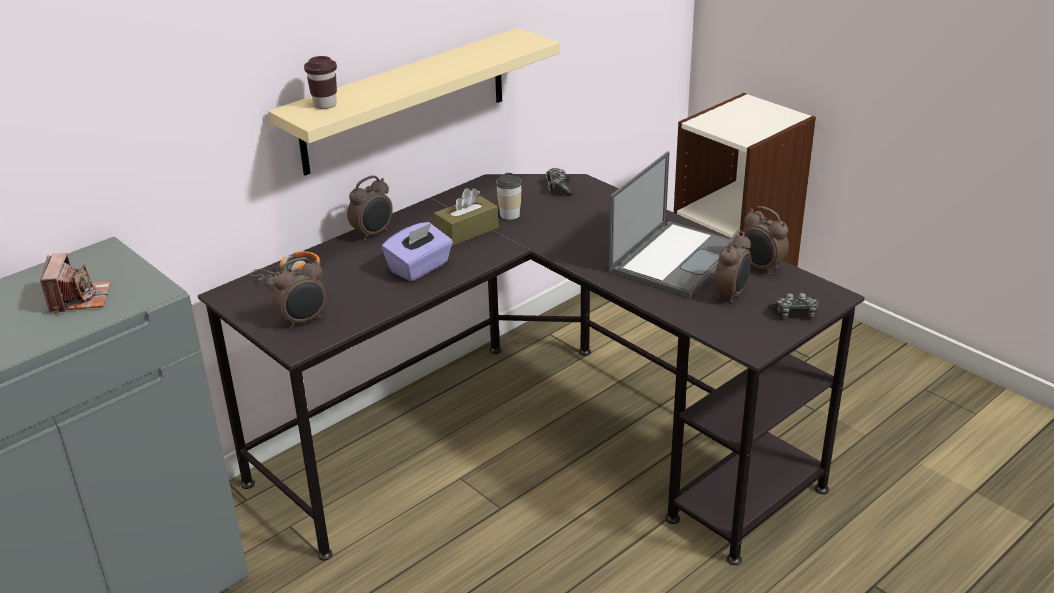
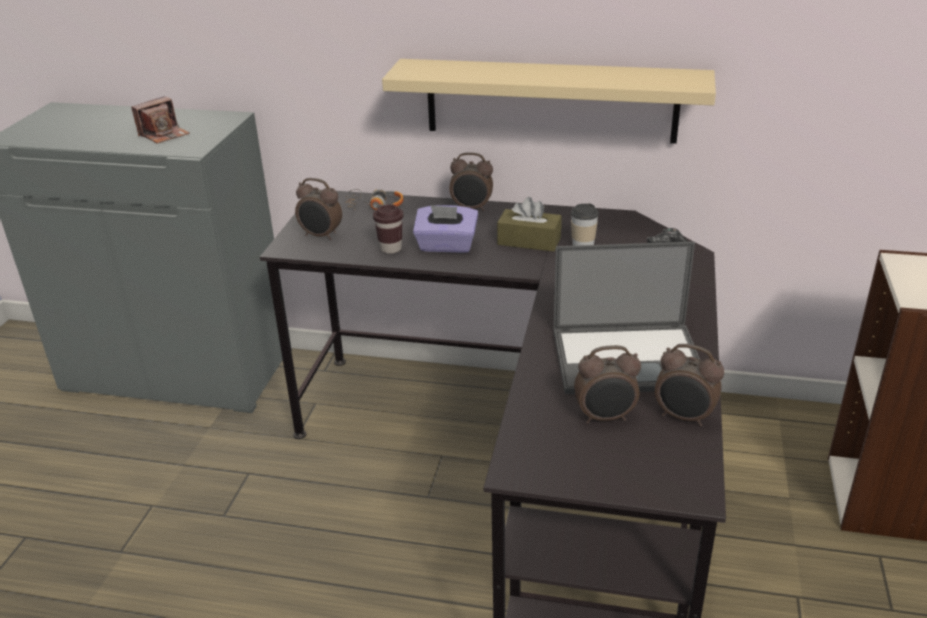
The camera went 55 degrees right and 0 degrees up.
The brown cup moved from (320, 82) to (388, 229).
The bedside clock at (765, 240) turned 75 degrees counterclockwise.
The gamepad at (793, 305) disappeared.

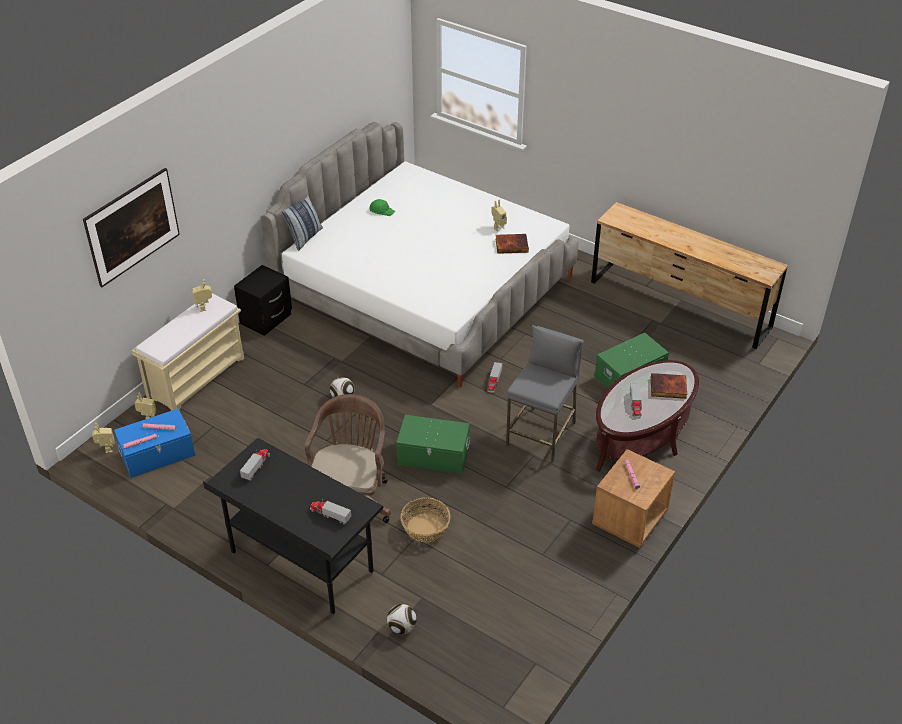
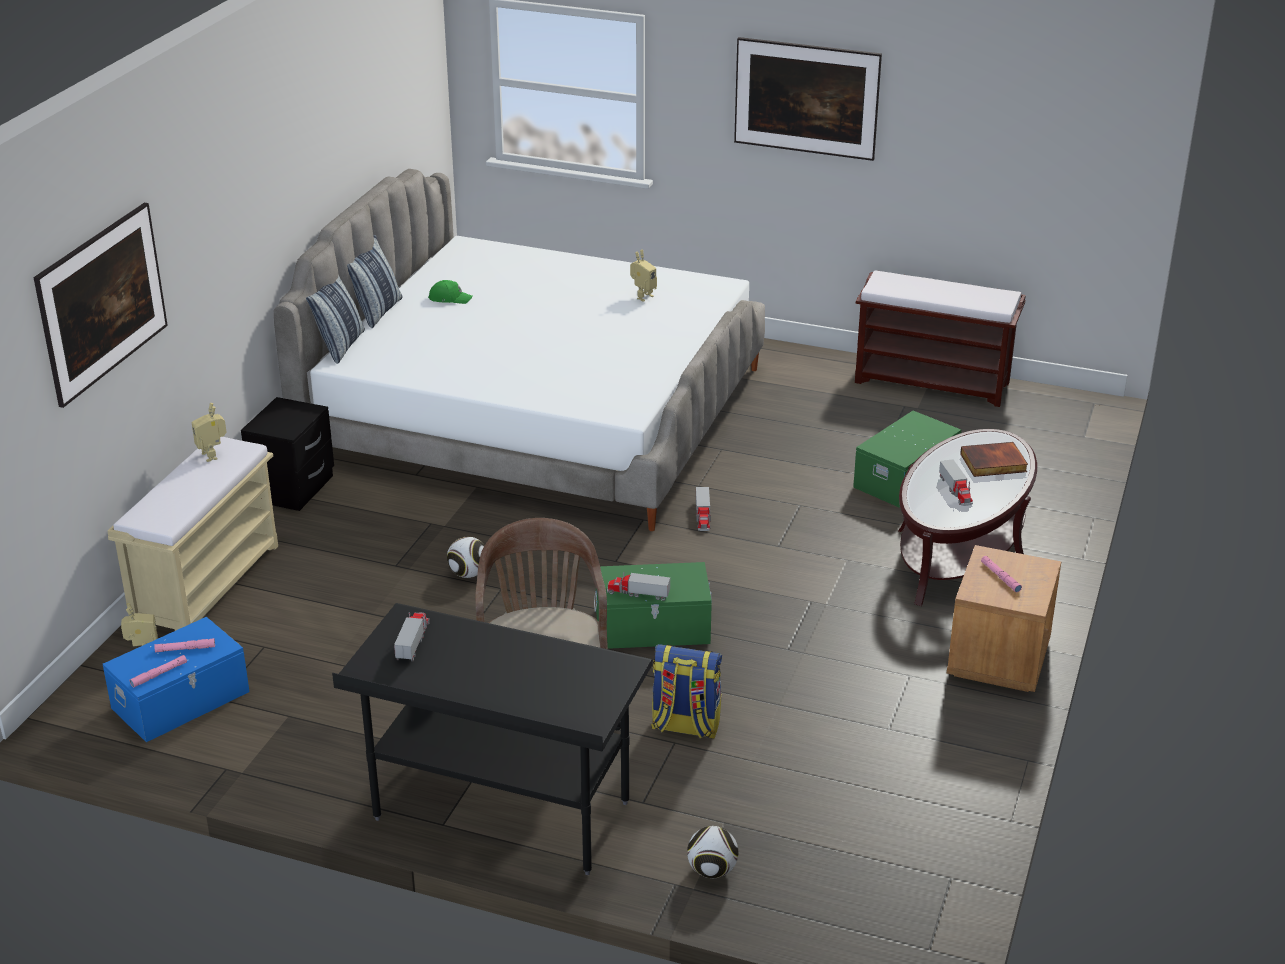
The camera went 15 degrees left and 10 degrees down.
The cushion at (375, 281) appeared.
The model truck moved from (330, 512) to (638, 586).
The household basket at (425, 520) was replaced by the knapsack at (686, 691).
The wall picture at (808, 99) appeared.
The brown chest of drawers at (689, 275) was replaced by the brown indoor bench at (940, 338).
The model robot at (103, 438) disappeared.
The volume at (512, 244) disappeared.
The gray sitting stool at (545, 394) disappeared.

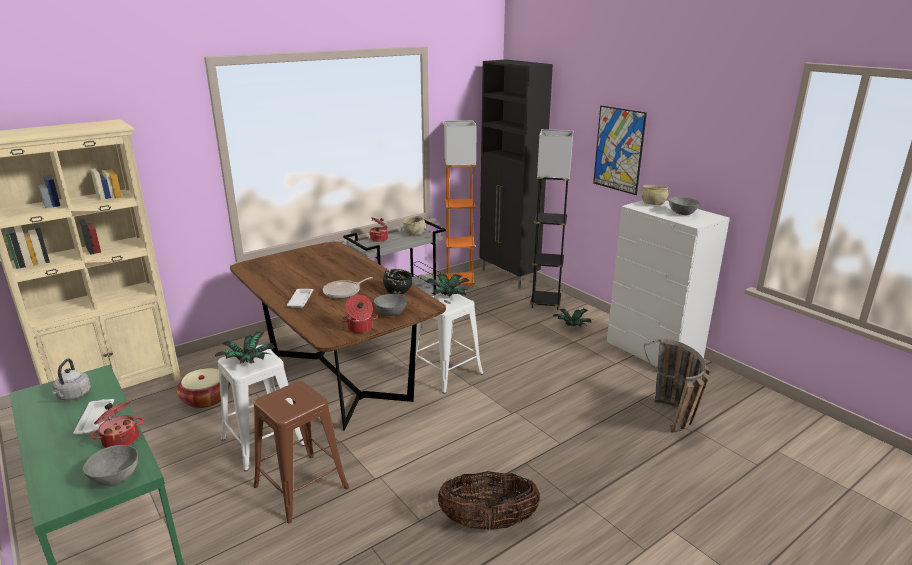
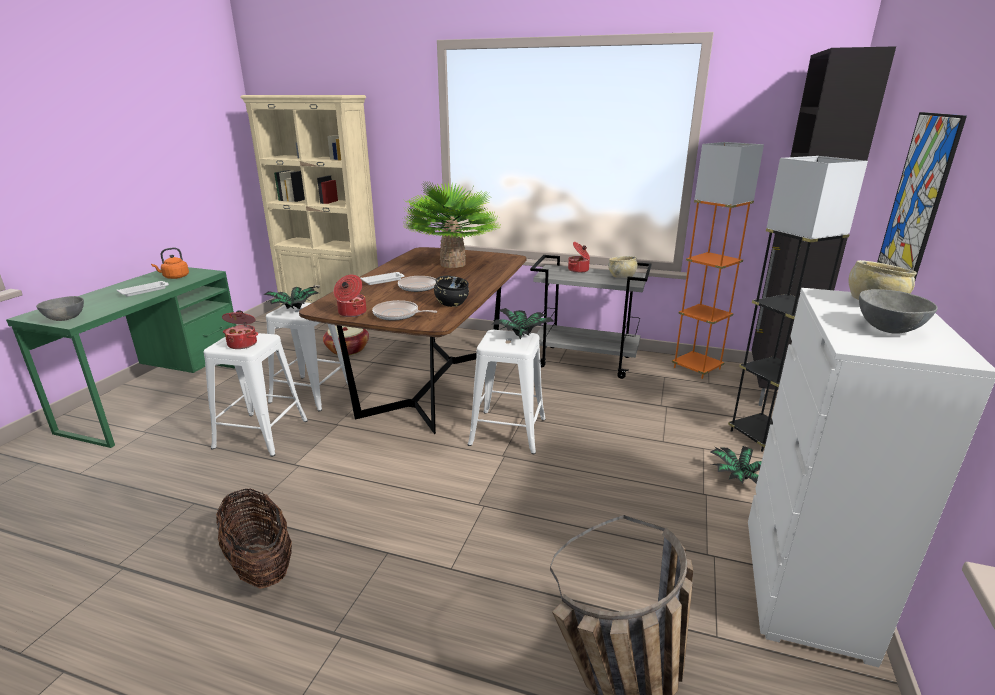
The camera went 55 degrees right and 0 degrees up.
The gray kettle at (72, 380) became the orange kettle at (170, 263).
The brown sitting stool at (301, 452) became the white-coloured sitting stool at (255, 395).
The stockpot moved from (117, 424) to (240, 329).
The gray serving bowl at (390, 305) was replaced by the frying pan at (404, 310).
The plant in a pot at (452, 225) appeared.

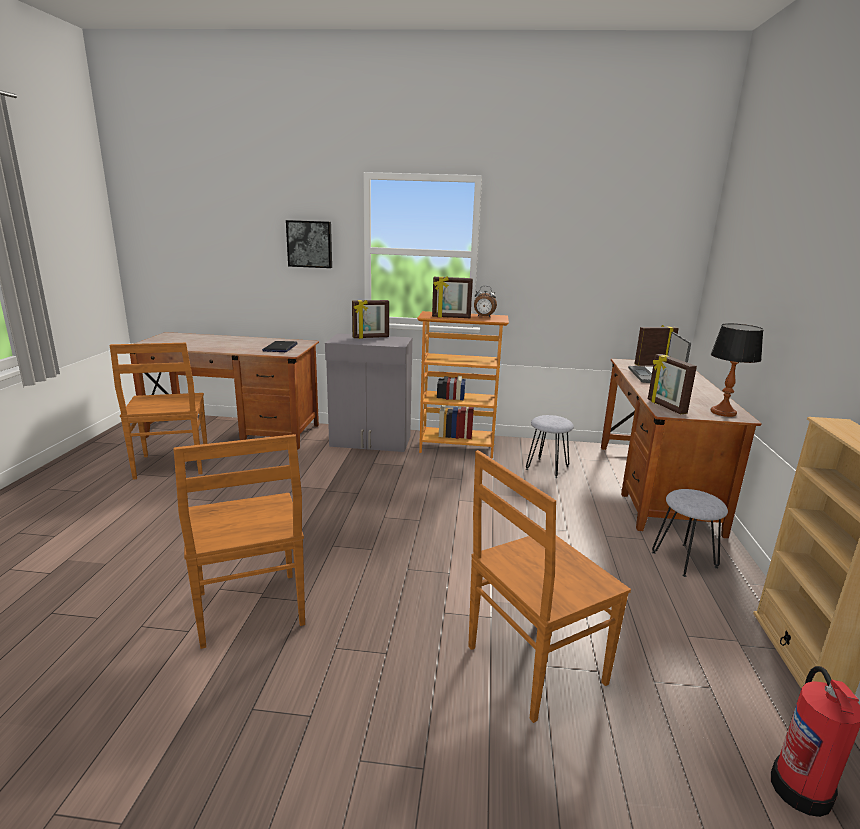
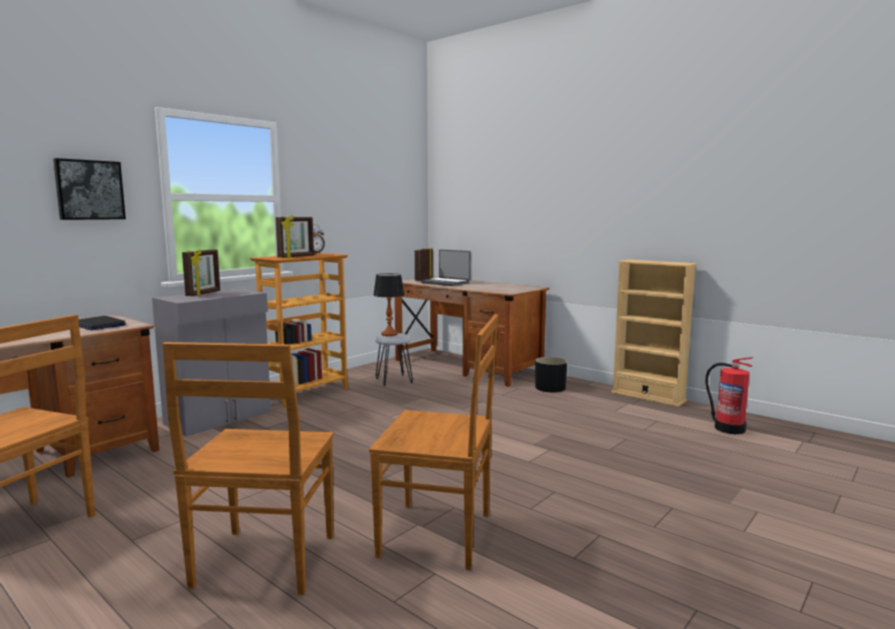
The camera went 55 degrees left and 10 degrees down.
The brown chair moved from (549, 586) to (248, 468).
The lamp for a table moved from (737, 370) to (389, 304).
The gray sitting stool at (690, 533) was replaced by the blackish flower pot at (551, 374).
The standing frame at (672, 384) disappeared.

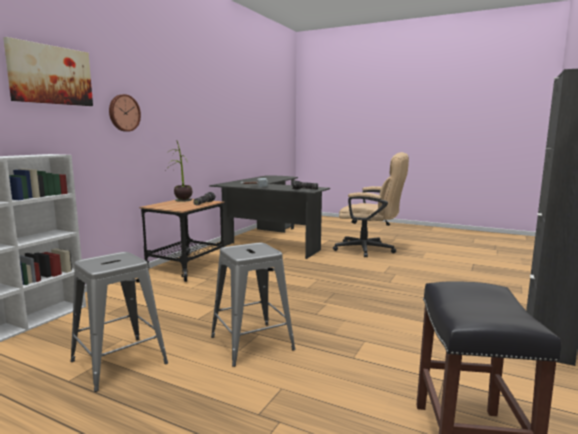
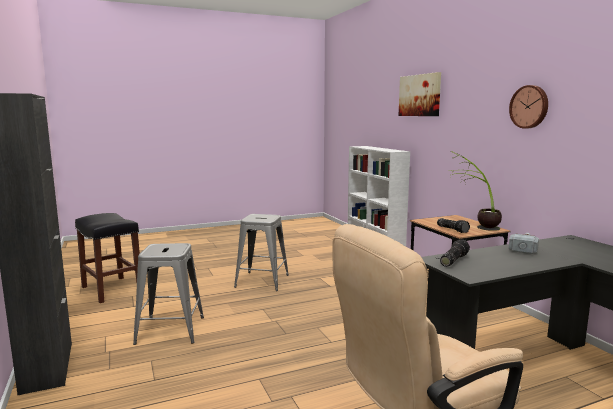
The camera went 130 degrees right and 0 degrees up.
The gray sitting stool moved from (119, 322) to (168, 294).
The clock on the wall moved from (125, 113) to (528, 107).

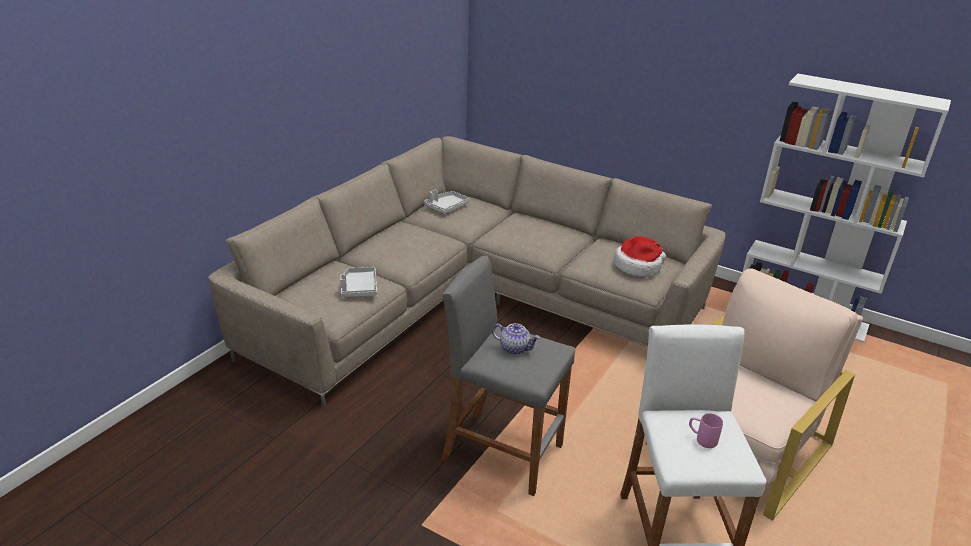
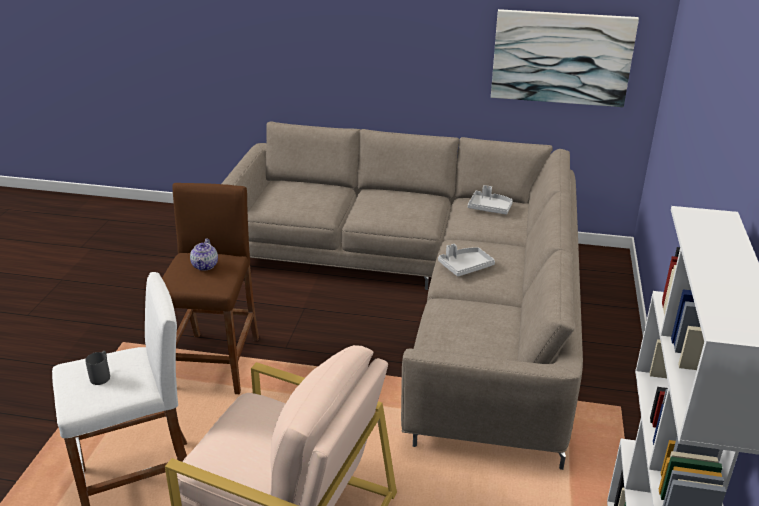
The camera went 70 degrees right and 0 degrees up.
The pinkish coffee mug at (706, 430) became the gray coffee mug at (97, 368).
The gray sitting stool at (508, 376) became the brown sitting stool at (210, 288).
The gray carrying tray moved from (358, 282) to (466, 260).
The wall picture at (565, 58) appeared.
The hat at (639, 256) disappeared.

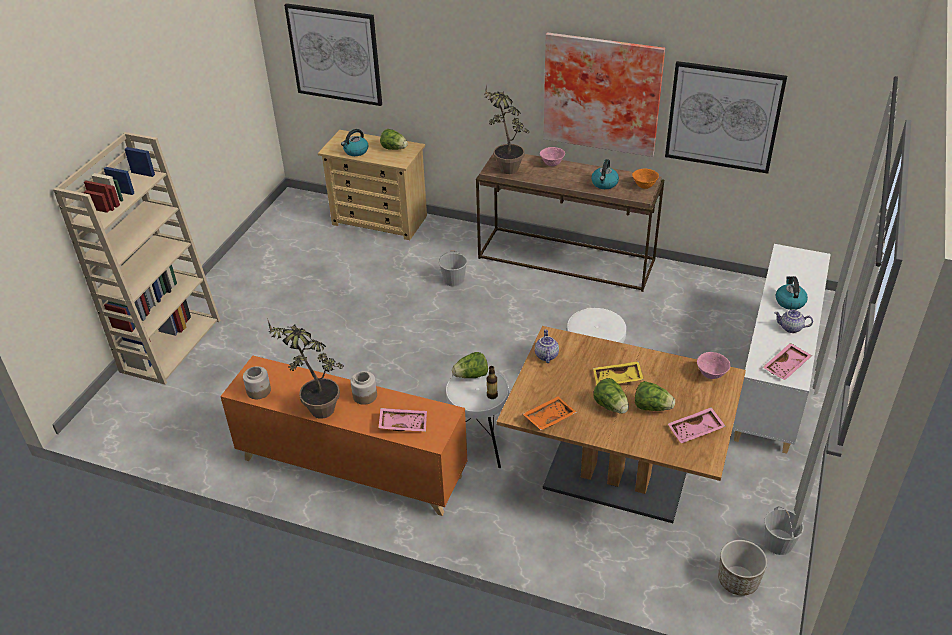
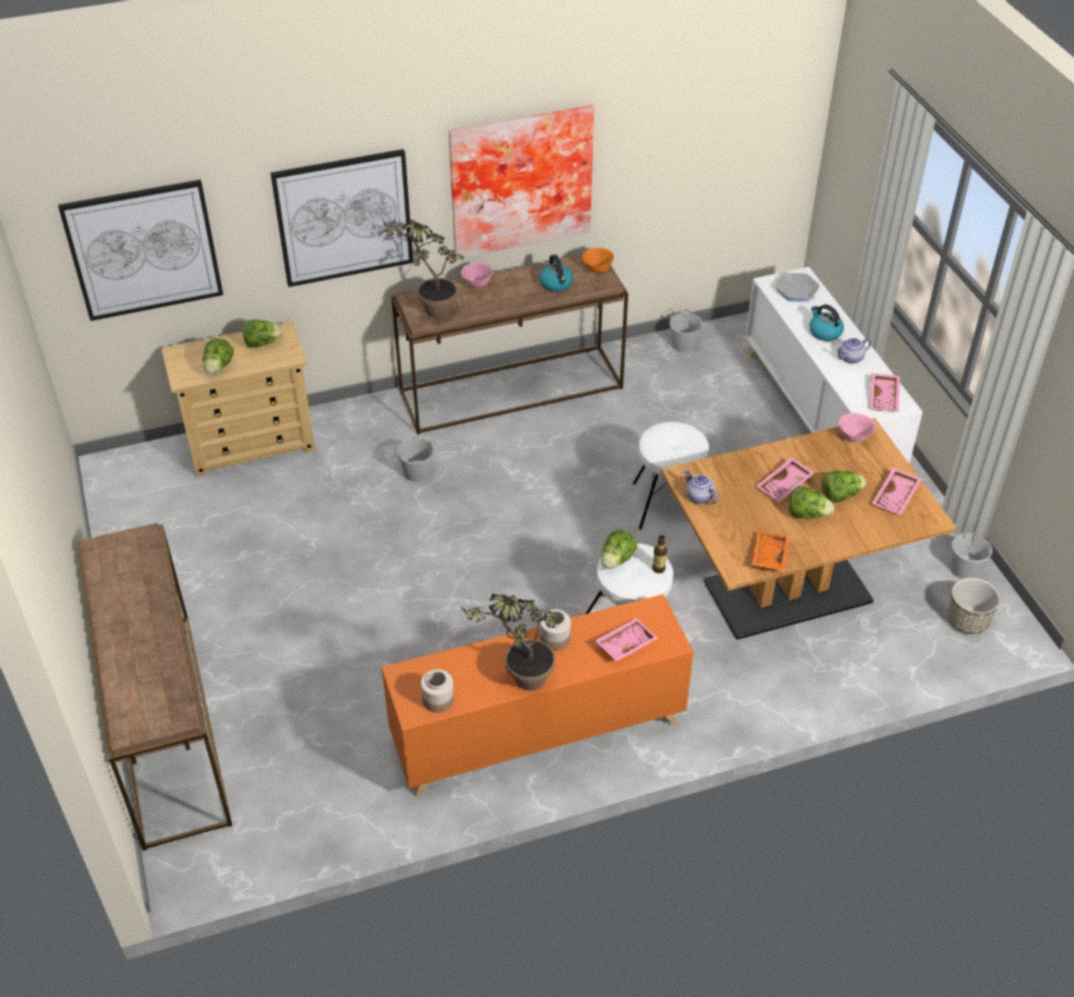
The camera went 40 degrees left and 5 degrees up.
The beige bookshelf at (137, 258) was replaced by the brown console table at (154, 687).
The kettle at (354, 142) was replaced by the lettuce at (218, 356).
The wall picture moved from (726, 117) to (342, 218).
The white-coloured pail at (686, 331) appeared.
The yellow-coloured carrying tray at (618, 373) became the pinkish carrying tray at (785, 479).
The frying pan at (797, 287) appeared.

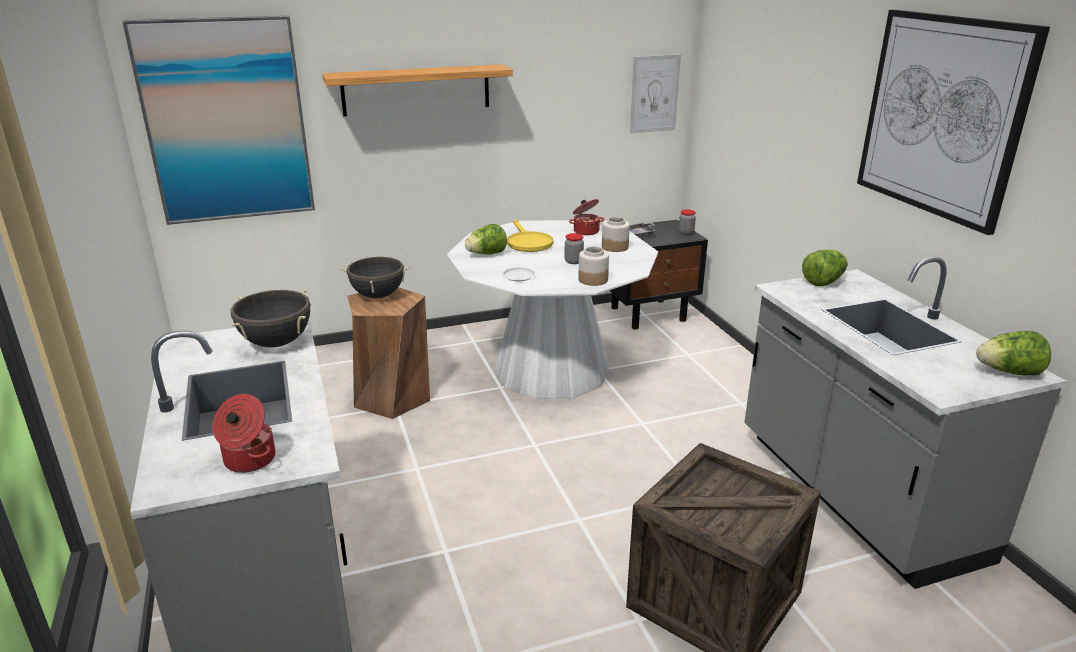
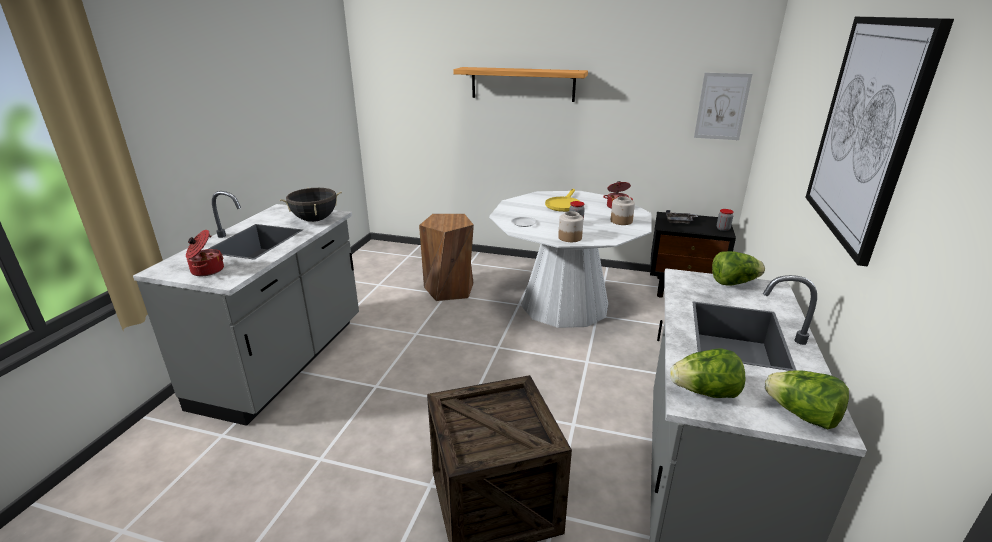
The camera went 35 degrees right and 0 degrees up.
The lettuce moved from (486, 239) to (708, 373).
The wall picture at (218, 120) disappeared.
The blackish stockpot at (375, 276) disappeared.

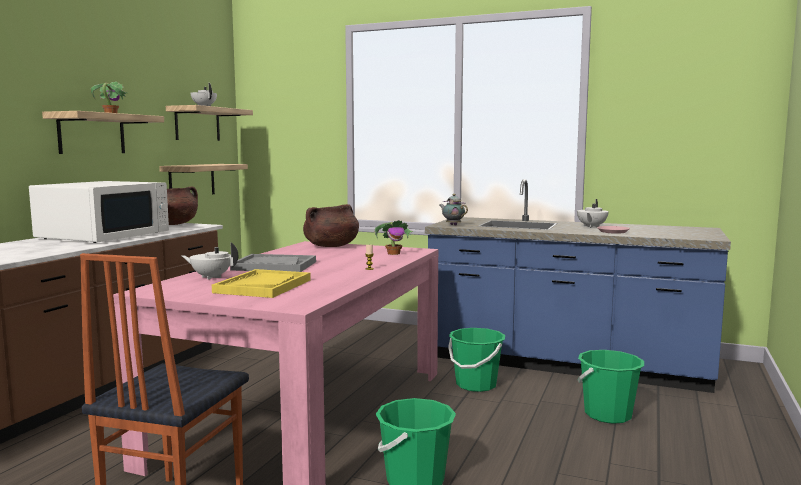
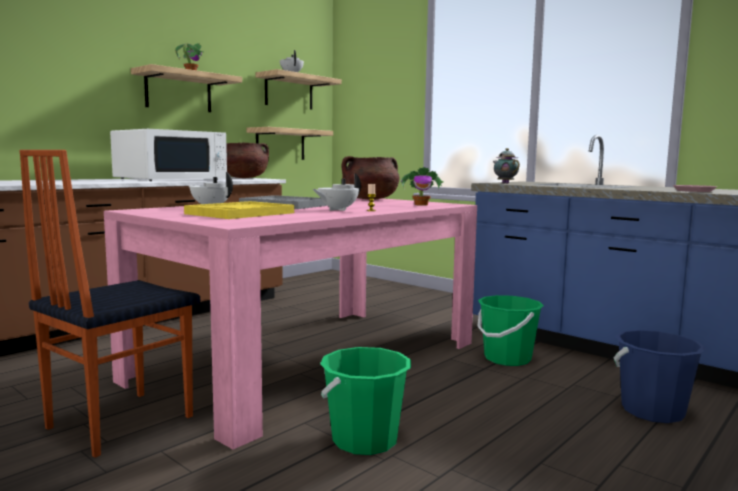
The camera went 20 degrees right and 0 degrees up.
The white-coloured teapot moved from (593, 213) to (337, 192).
The greenish pail at (611, 387) became the blue pail at (660, 376).

